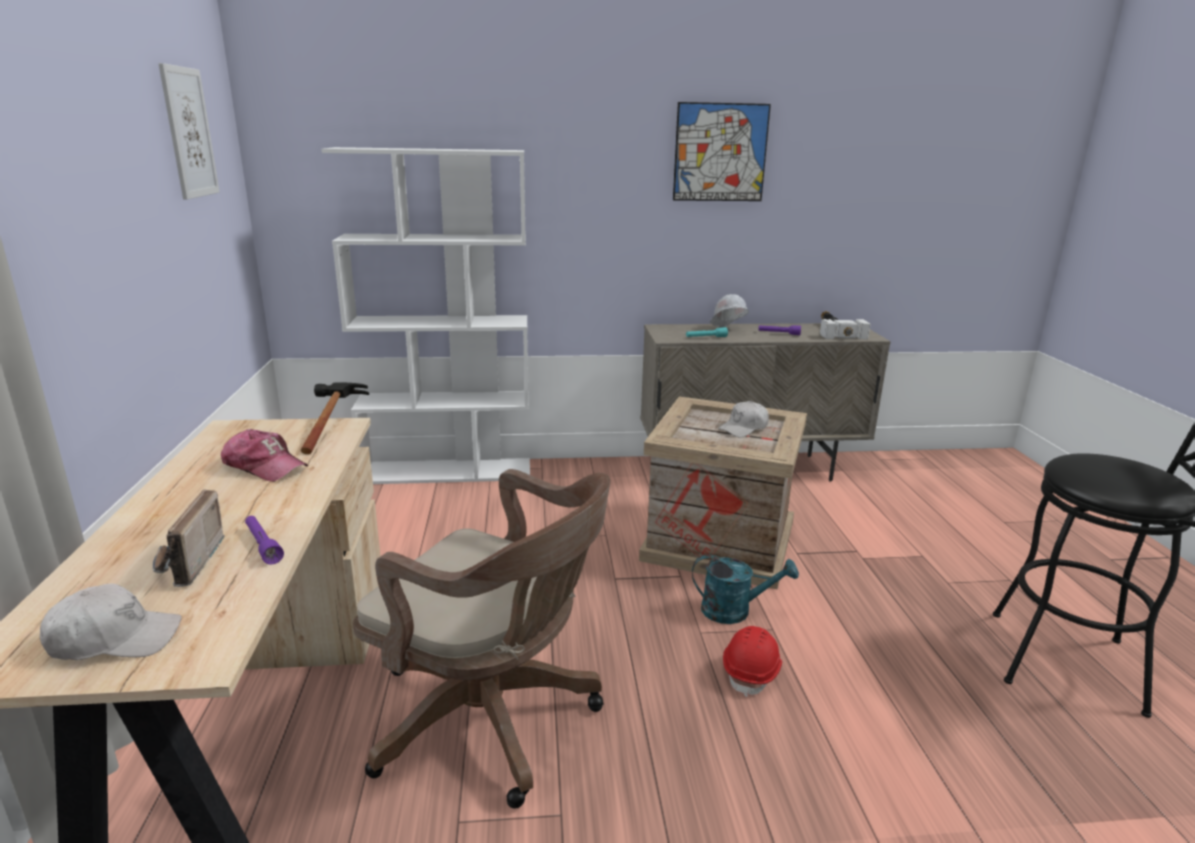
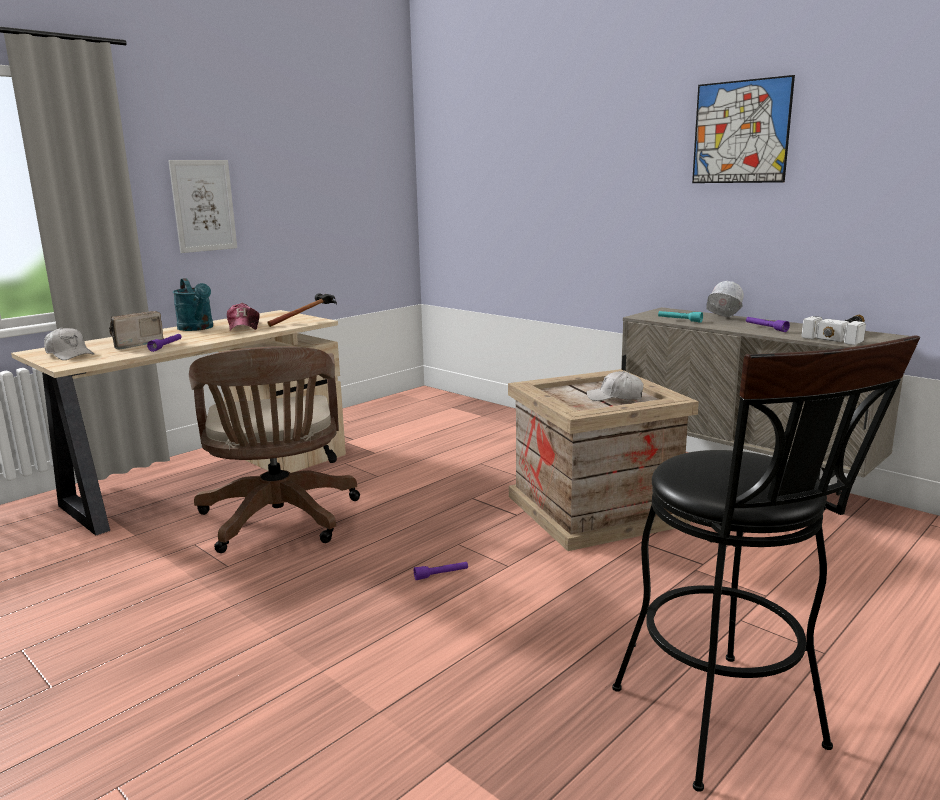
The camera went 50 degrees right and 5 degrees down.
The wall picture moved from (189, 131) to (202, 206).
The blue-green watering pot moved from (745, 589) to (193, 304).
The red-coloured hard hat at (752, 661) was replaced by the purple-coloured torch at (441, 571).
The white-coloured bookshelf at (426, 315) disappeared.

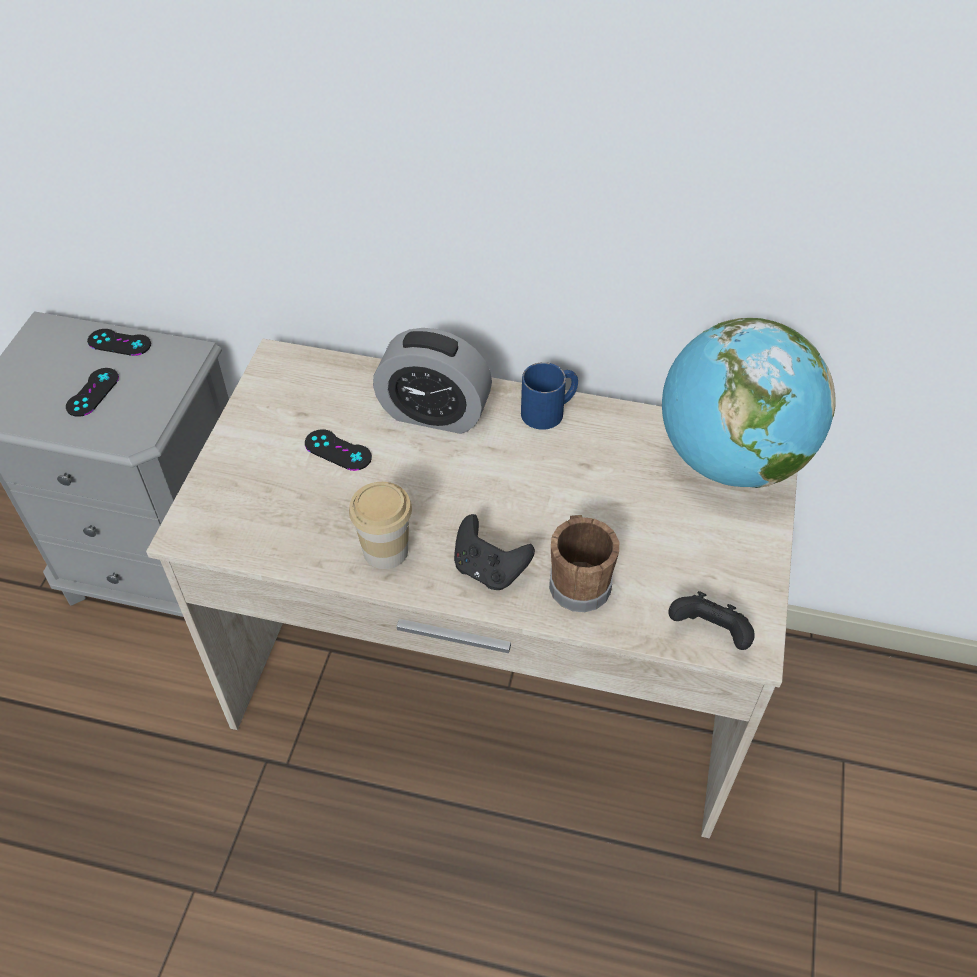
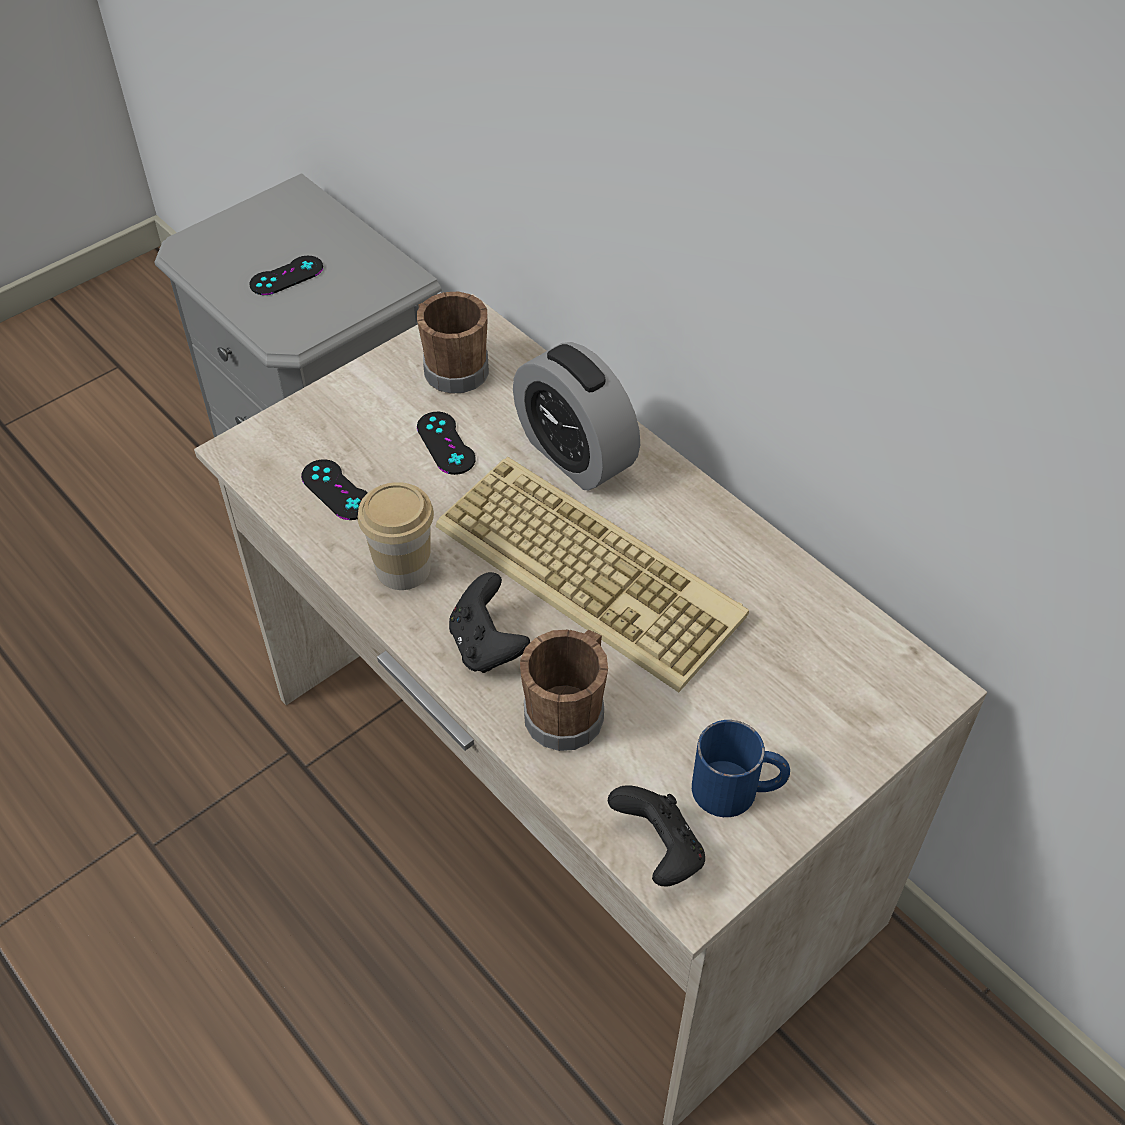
The camera went 35 degrees right and 0 degrees up.
The blackish gamepad moved from (119, 342) to (334, 489).
The brown coffee mug at (453, 343) appeared.
The PC keyboard at (592, 575) appeared.
The blue coffee mug moved from (549, 396) to (741, 768).
The globe at (749, 403) disappeared.

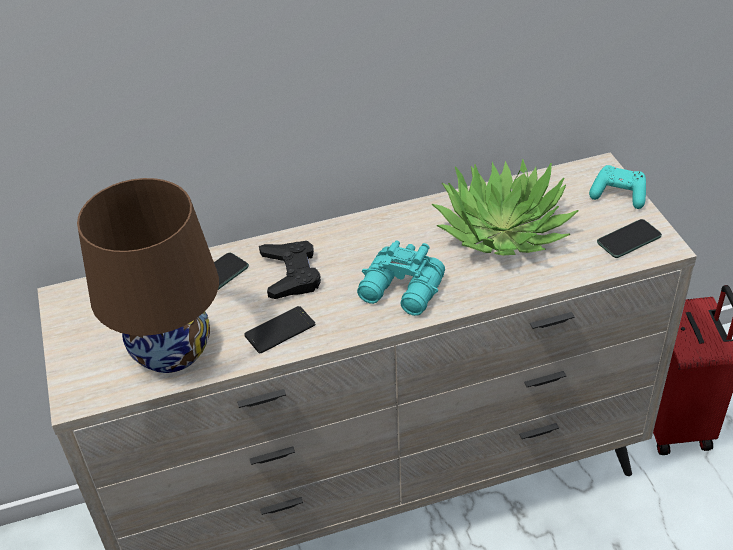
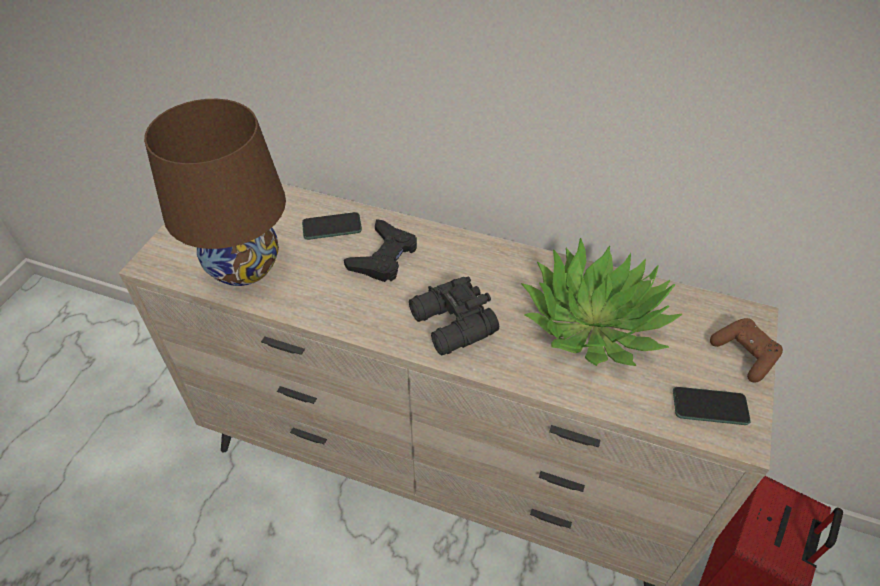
The camera went 35 degrees right and 5 degrees up.
The blue-green field glasses at (401, 278) became the blackish field glasses at (454, 315).
The blue-green gamepad at (617, 187) became the brown gamepad at (746, 350).
The handset at (279, 329) disappeared.

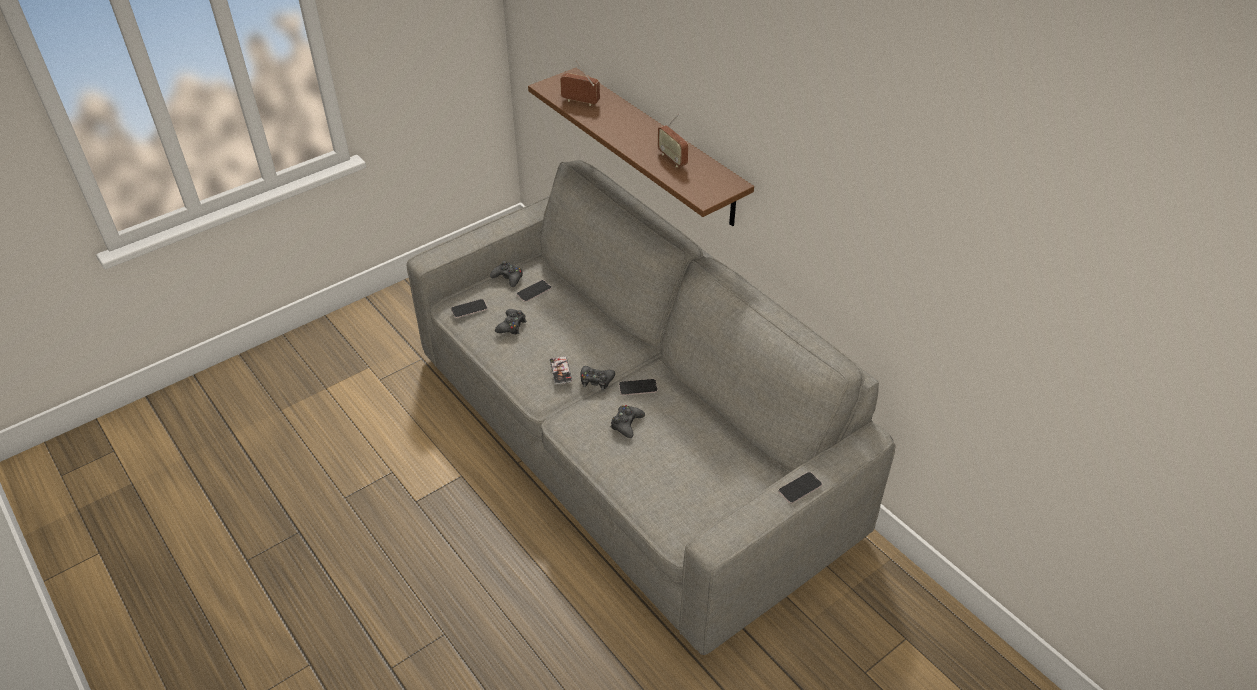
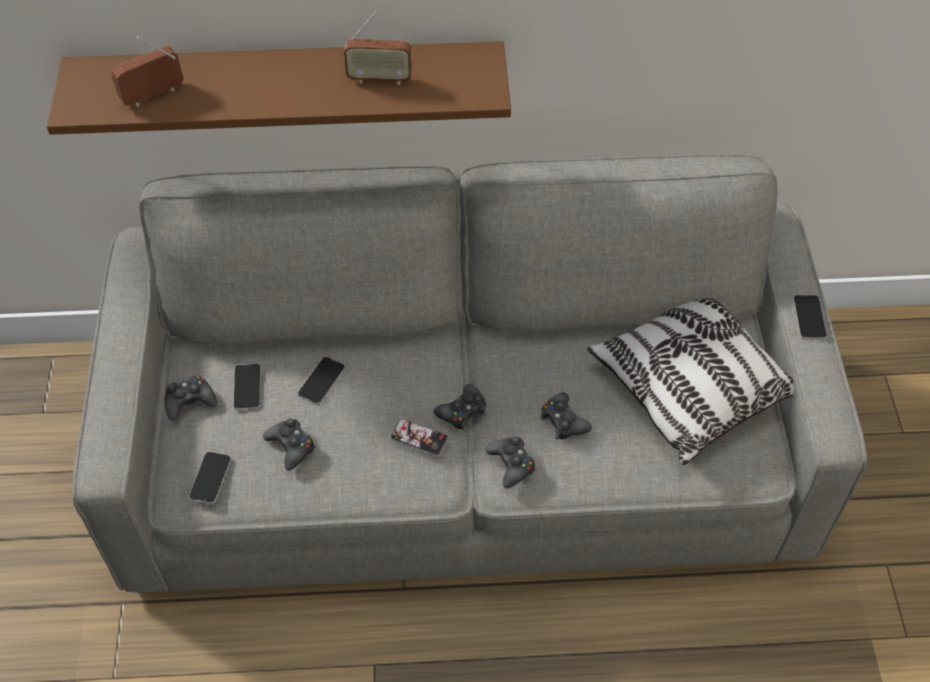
The camera went 55 degrees left and 10 degrees up.
The handset moved from (638, 387) to (321, 380).
The blackish gamepad at (510, 462) appeared.
The cushion at (690, 382) appeared.

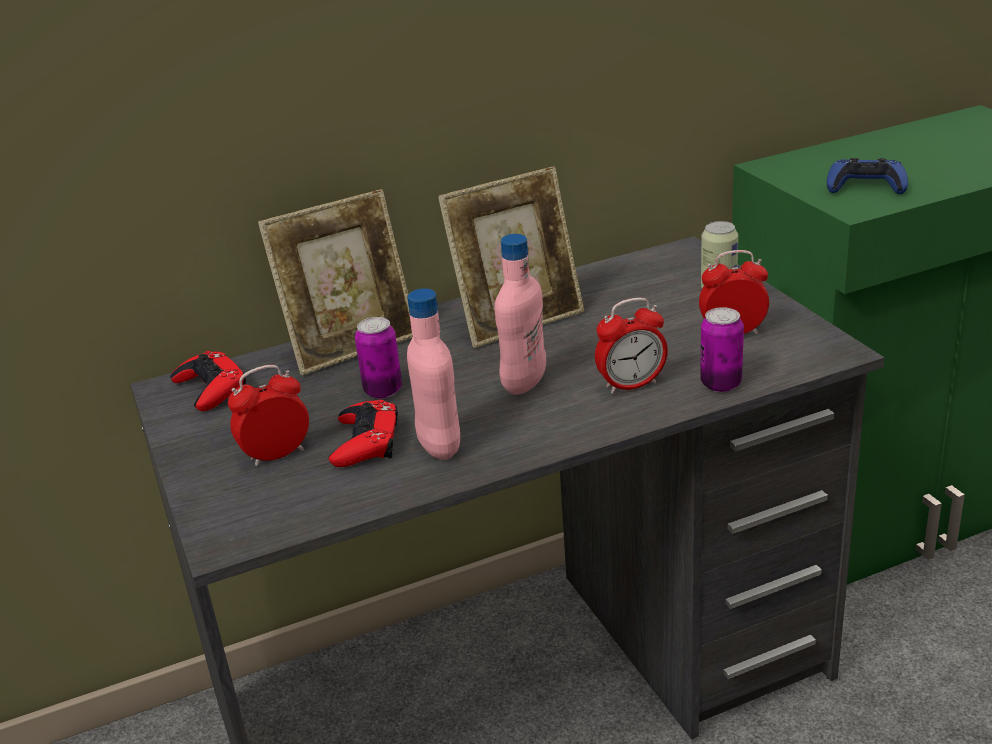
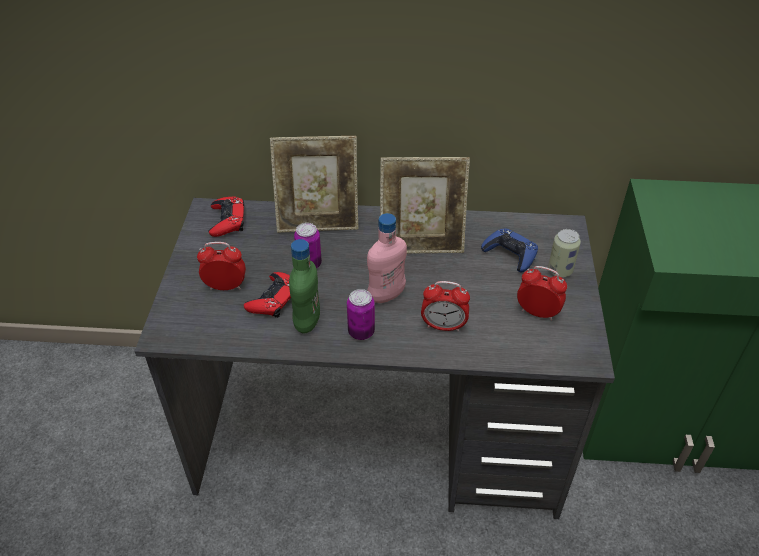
The camera went 25 degrees right and 15 degrees up.
The pinkish bottle at (433, 374) became the greenish bottle at (304, 286).
The metal can moved from (722, 349) to (361, 314).
The blue gamepad moved from (867, 176) to (509, 250).

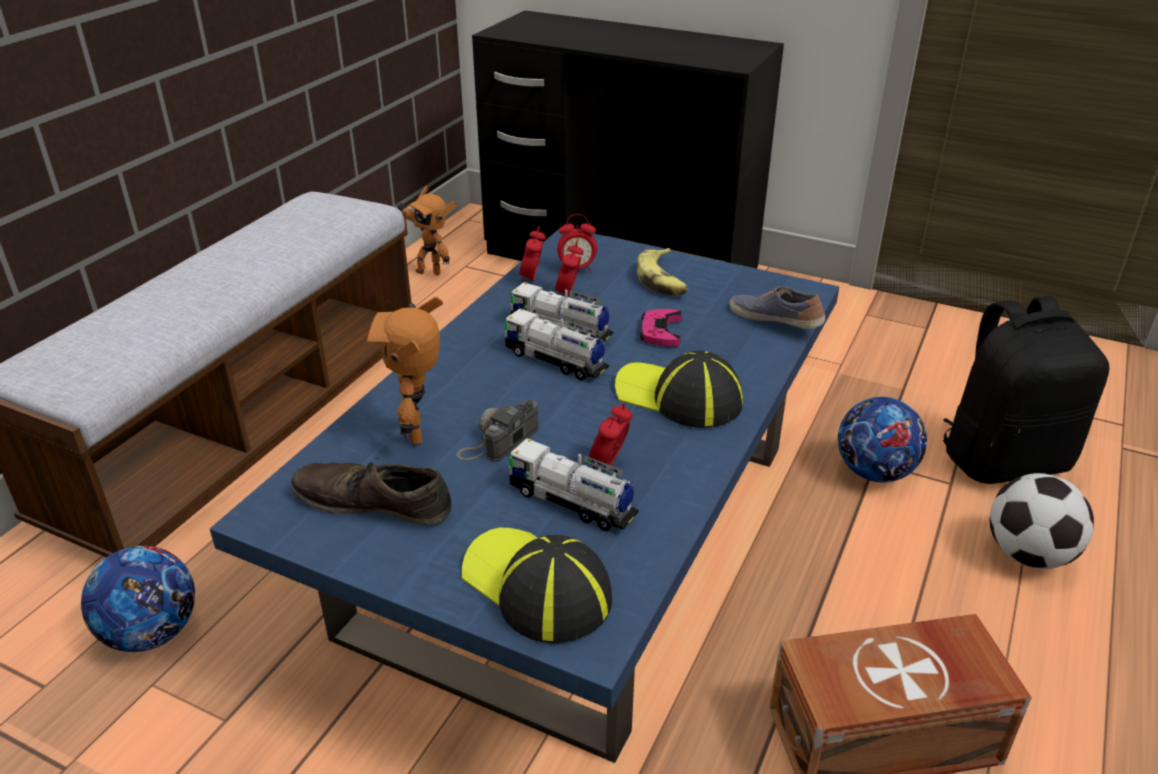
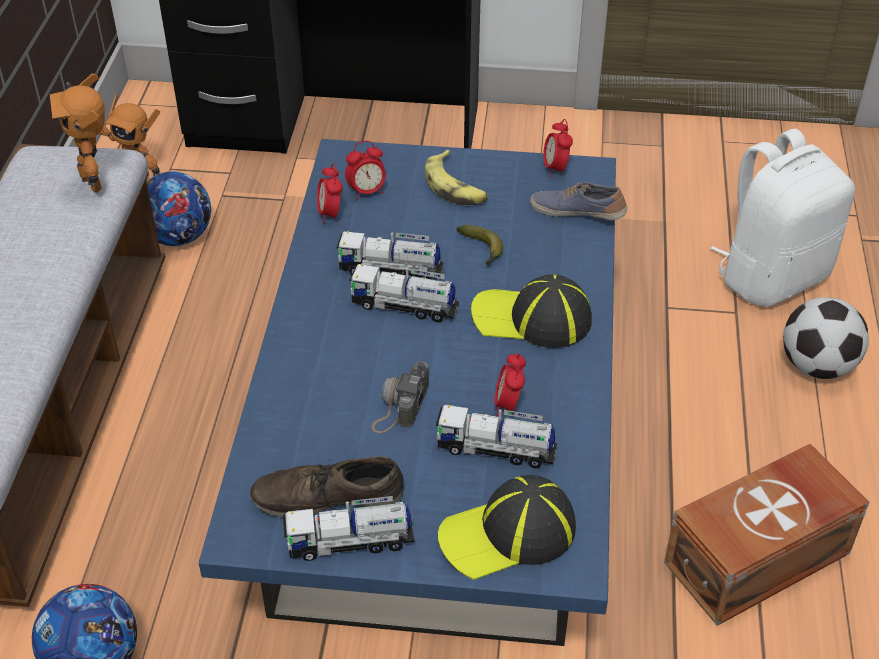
The camera went 20 degrees left and 10 degrees up.
The model robot moved from (405, 371) to (77, 132).
The ball for football moved from (882, 439) to (179, 209).
The model truck at (348, 528) appeared.
The cap at (537, 585) turned 45 degrees counterclockwise.
The pinkish gamepad at (661, 328) was replaced by the whole banana at (479, 245).
The bedside clock moved from (569, 269) to (558, 148).
The blackish knapsack at (1026, 390) became the white-coloured knapsack at (782, 218).

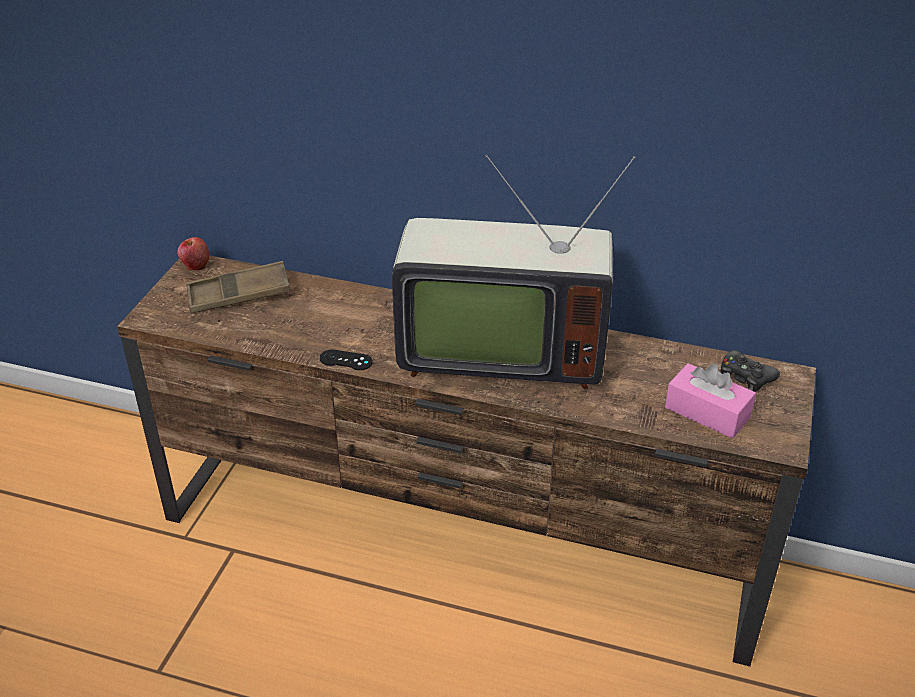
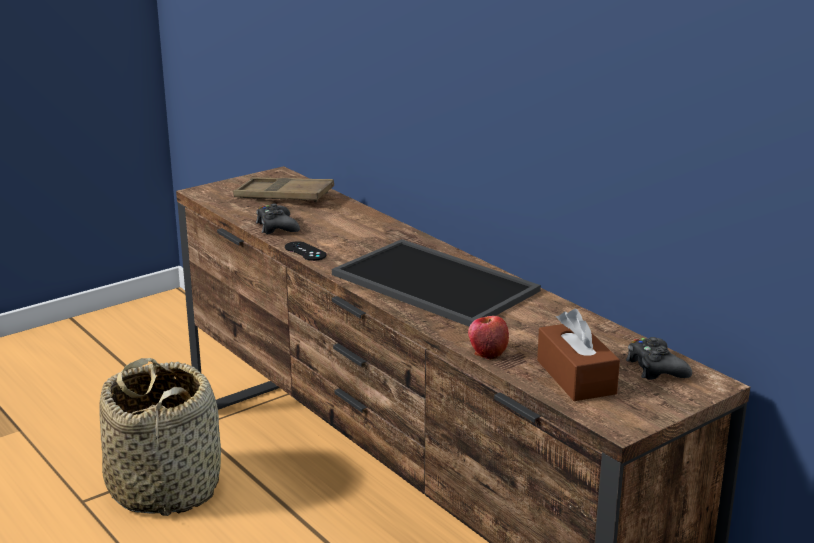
The camera went 35 degrees right and 15 degrees down.
The household basket at (160, 437) appeared.
The blackish gamepad at (278, 219) appeared.
The TV set at (514, 272) was replaced by the carrying tray at (436, 283).
The apple fruit moved from (193, 254) to (488, 338).
The pinkish box of tissues at (710, 401) became the brown box of tissues at (578, 355).

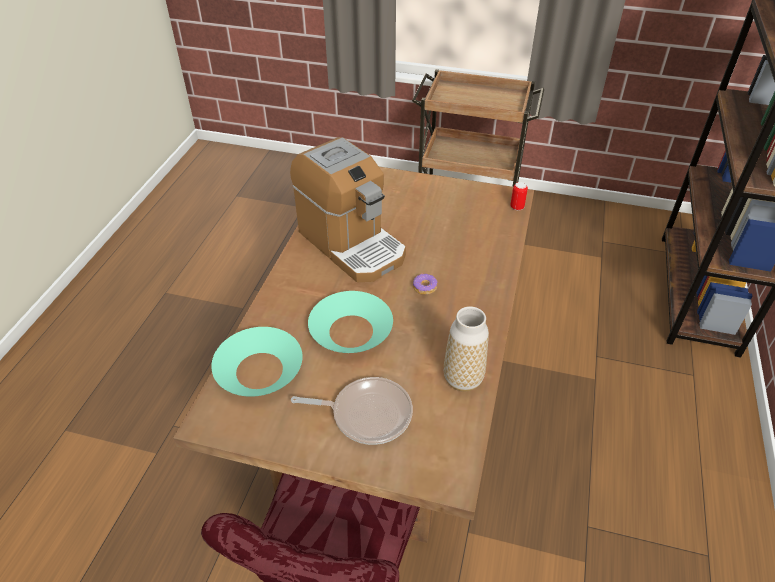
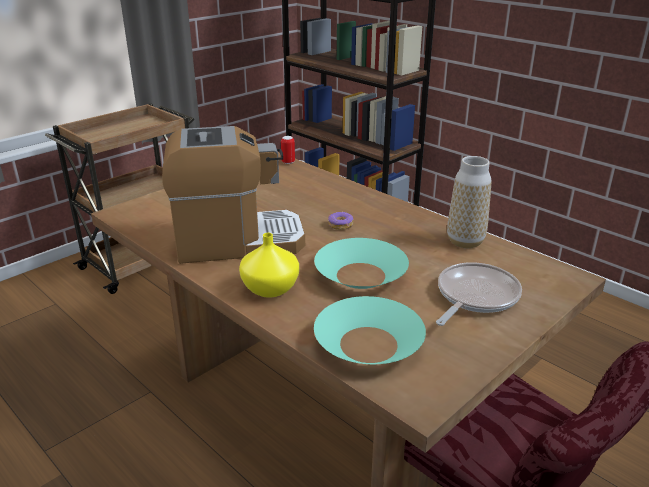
The camera went 60 degrees left and 15 degrees down.
The yellow-coloured flower vase at (269, 265) appeared.

